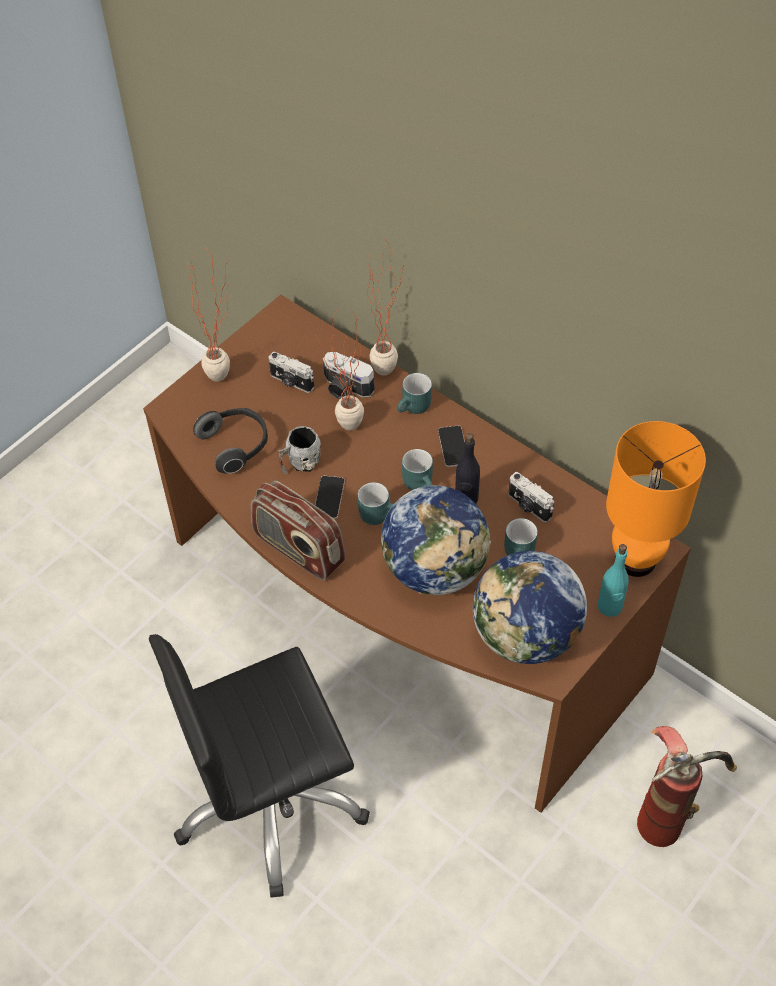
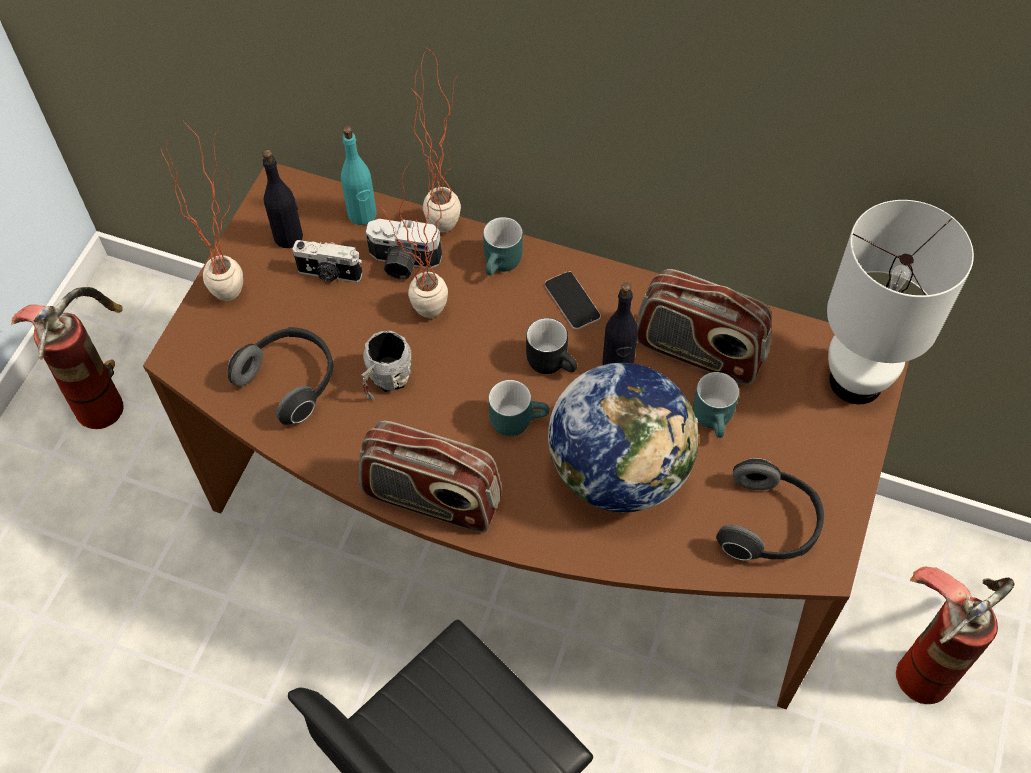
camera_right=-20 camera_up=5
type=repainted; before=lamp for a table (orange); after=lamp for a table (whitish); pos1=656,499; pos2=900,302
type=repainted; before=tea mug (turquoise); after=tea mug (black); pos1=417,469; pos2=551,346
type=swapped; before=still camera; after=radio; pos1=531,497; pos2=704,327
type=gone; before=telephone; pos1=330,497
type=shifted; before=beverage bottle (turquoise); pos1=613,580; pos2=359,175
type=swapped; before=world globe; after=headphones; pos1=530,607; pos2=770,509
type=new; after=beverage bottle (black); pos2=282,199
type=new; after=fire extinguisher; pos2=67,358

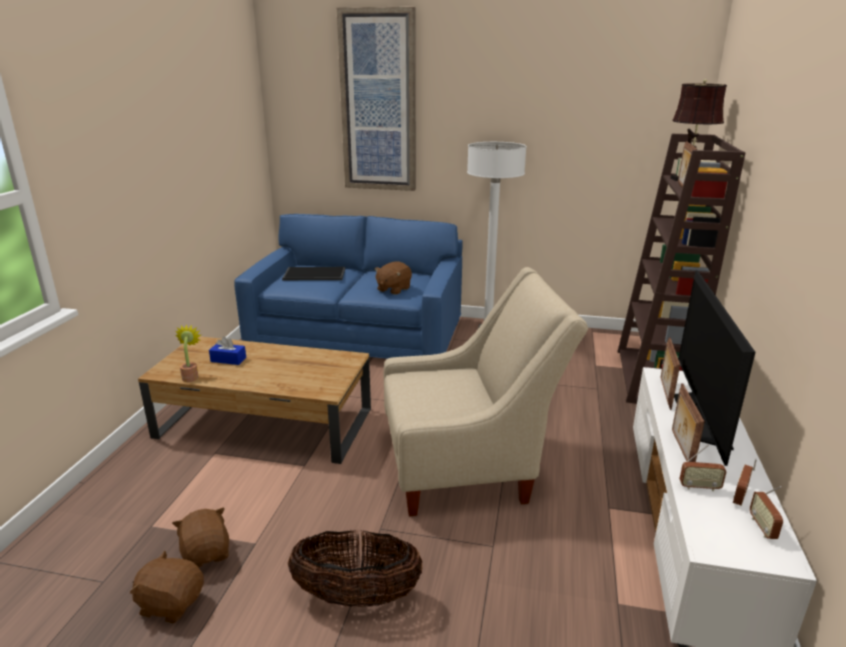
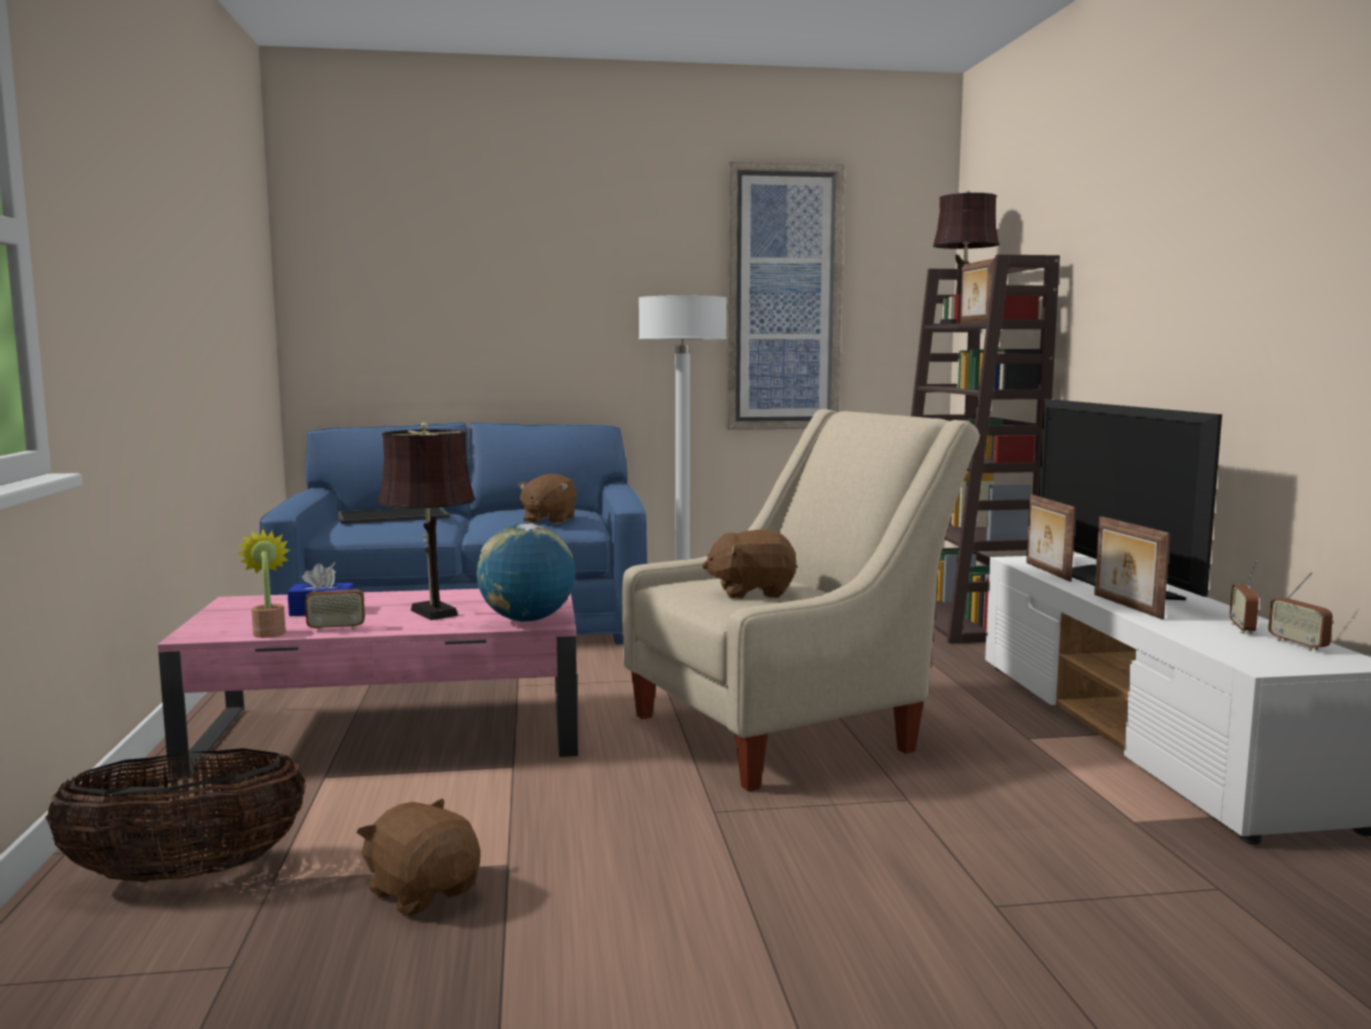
camera_right=-20 camera_up=-15
type=shifted; before=wall picture; pos1=376,99; pos2=785,295
type=repainted; before=low table (brownish); after=low table (pink); pos1=254,400; pos2=368,683
type=shifted; before=radio; pos1=702,468; pos2=335,597
type=shifted; before=basket; pos1=355,568; pos2=175,815
type=shifted; before=plush toy (brownish); pos1=167,587; pos2=749,564
type=new; after=lamp for a table (brownish); pos2=426,521
type=new; after=world globe; pos2=525,572

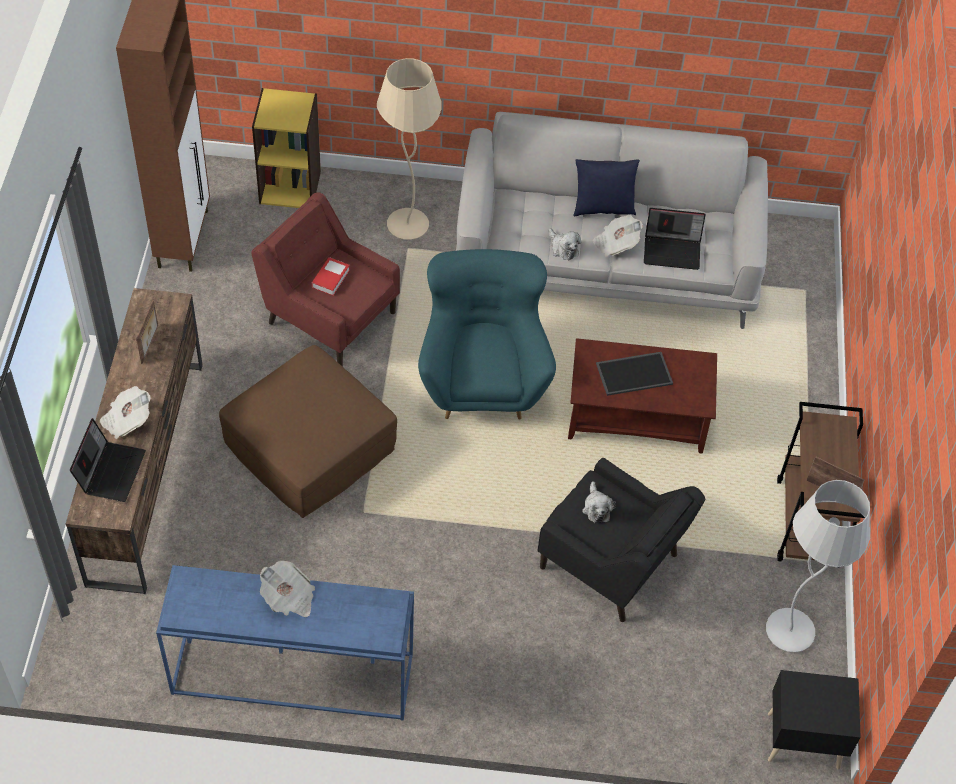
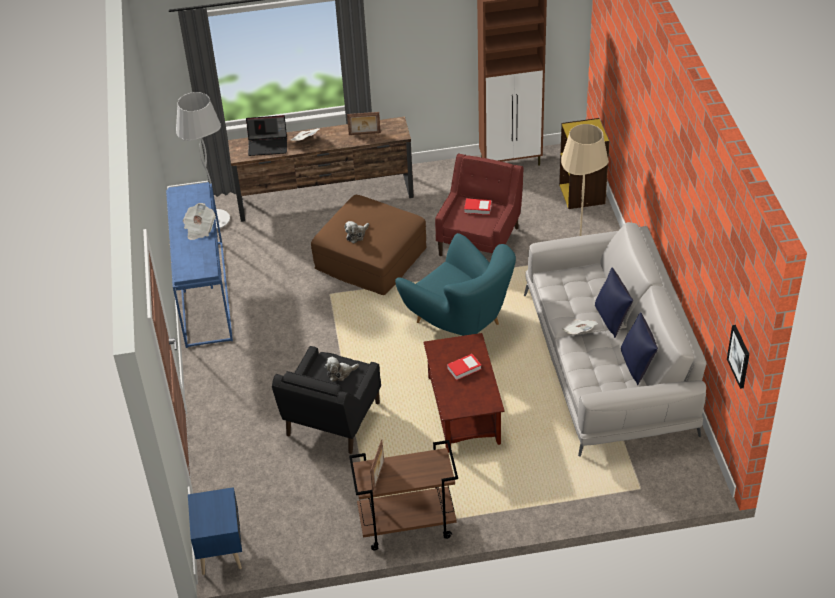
camera_right=80 camera_up=-10
type=gone; before=laptop; pos1=675,239
type=shifted; before=plush toy; pos1=565,244; pos2=356,232
type=rotated; before=armchair (turquoise); pos1=487,334; pos2=455,284; turn=60
type=swapped; before=carrying tray; after=book; pos1=634,374; pos2=464,367
type=shifted; before=standard lamp (whitish); pos1=818,566; pos2=203,160
type=repainted; before=bedside table (black); after=bedside table (bluish); pos1=814,720; pos2=215,531
type=new; after=throw pillow (bluish); pos2=639,348
type=new; after=wall picture; pos2=738,357

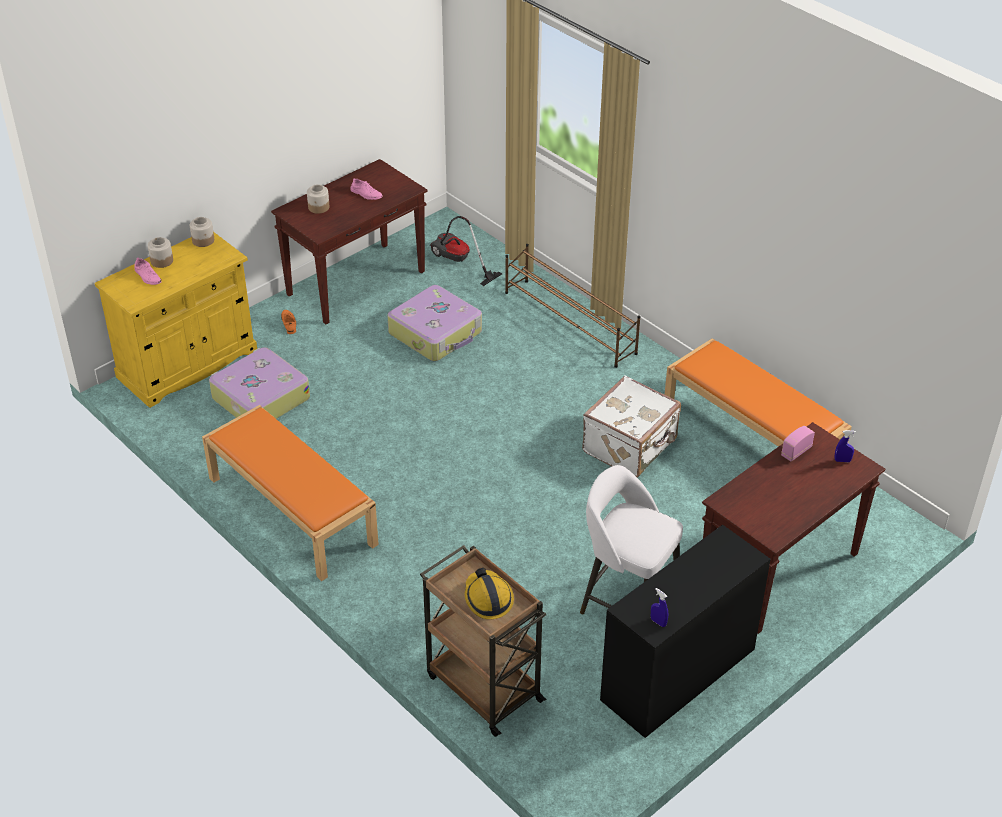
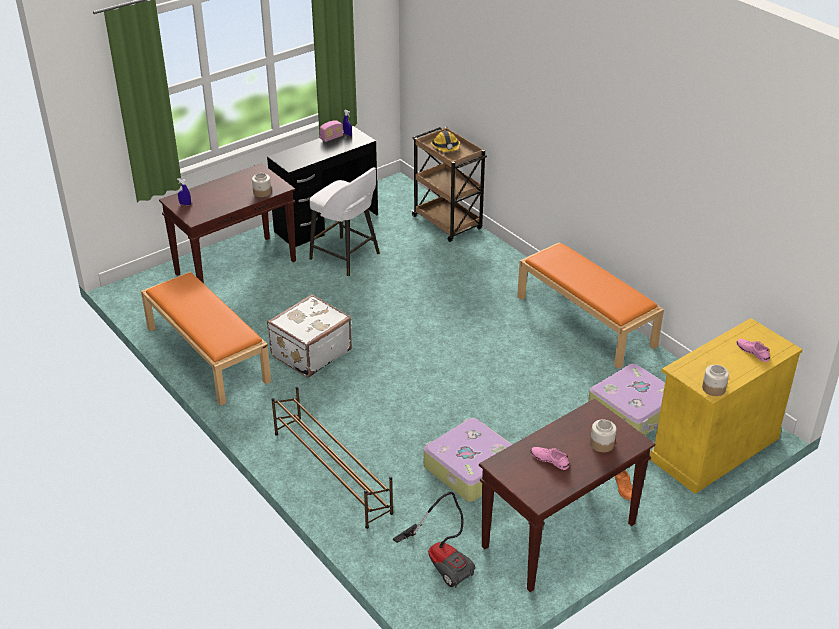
camera_right=-175 camera_up=-5
type=shifted; before=preserve jar; pos1=160,252; pos2=261,185
type=shifted; before=radio; pos1=798,444; pos2=331,131

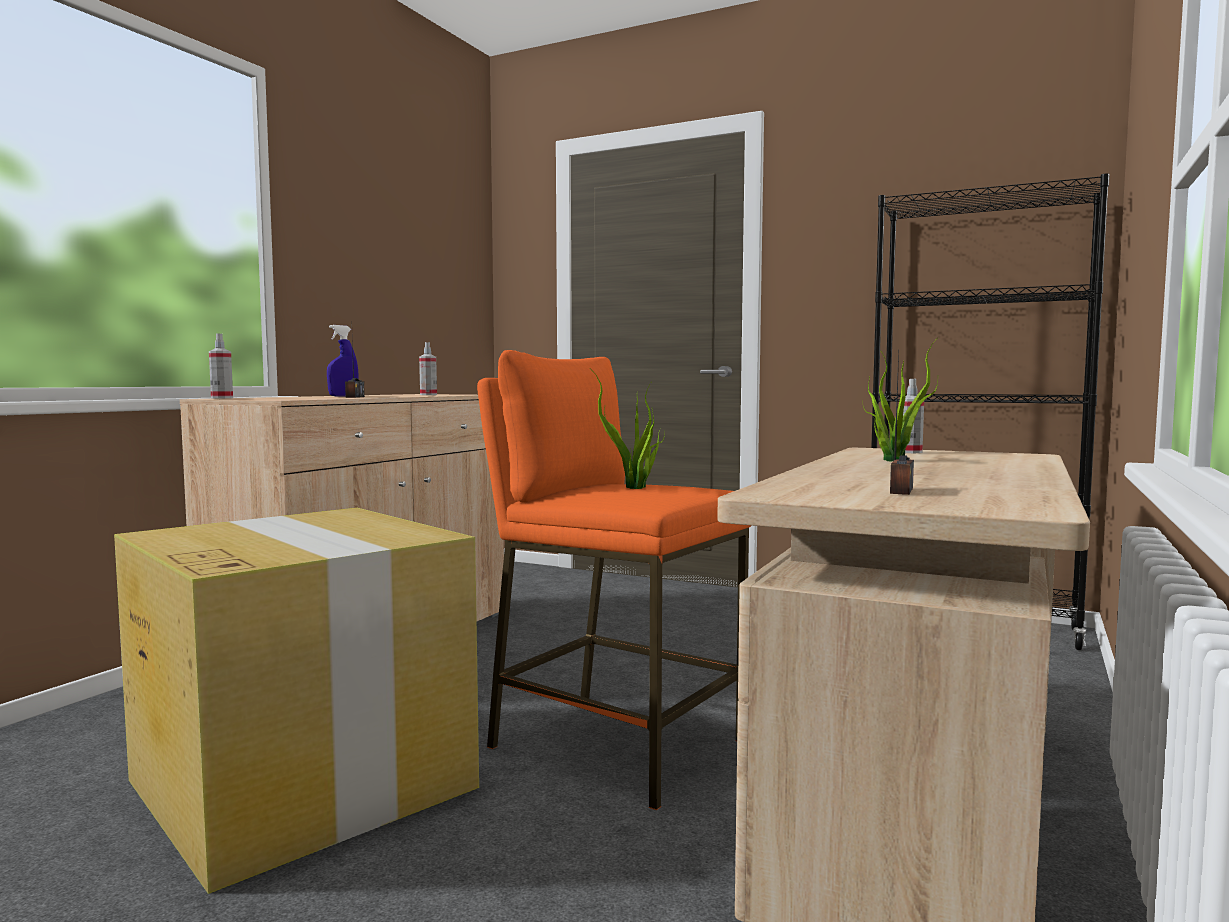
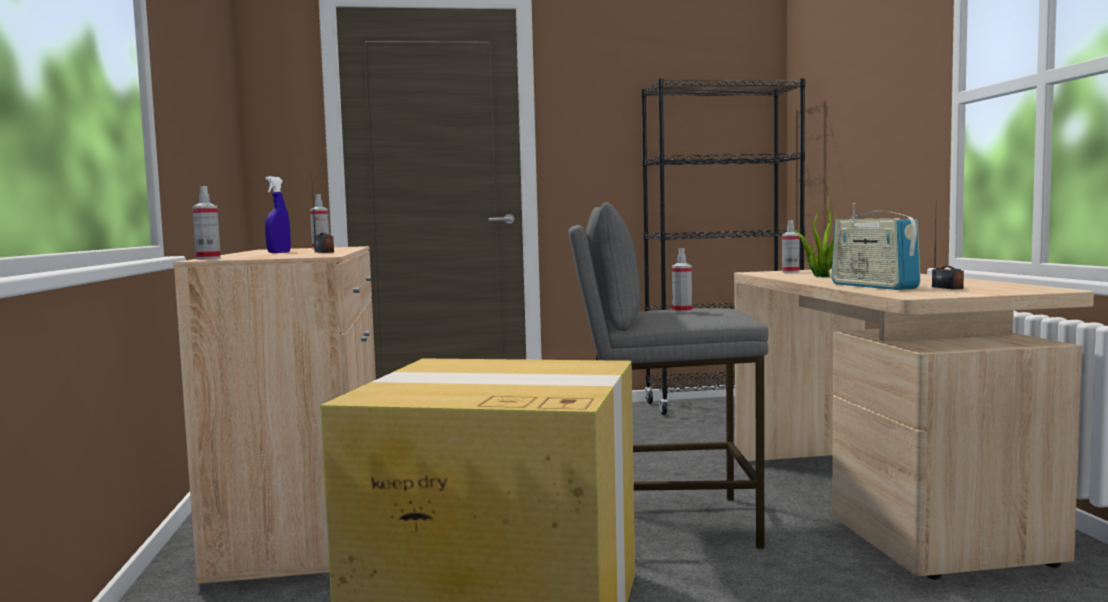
camera_right=-35 camera_up=0
type=repainted; before=stool (orange); after=stool (grey); pos1=614,580; pos2=668,375
type=swapped; before=houseplant; after=hand sprayer; pos1=627,428; pos2=682,280
type=new; after=radio; pos2=876,246

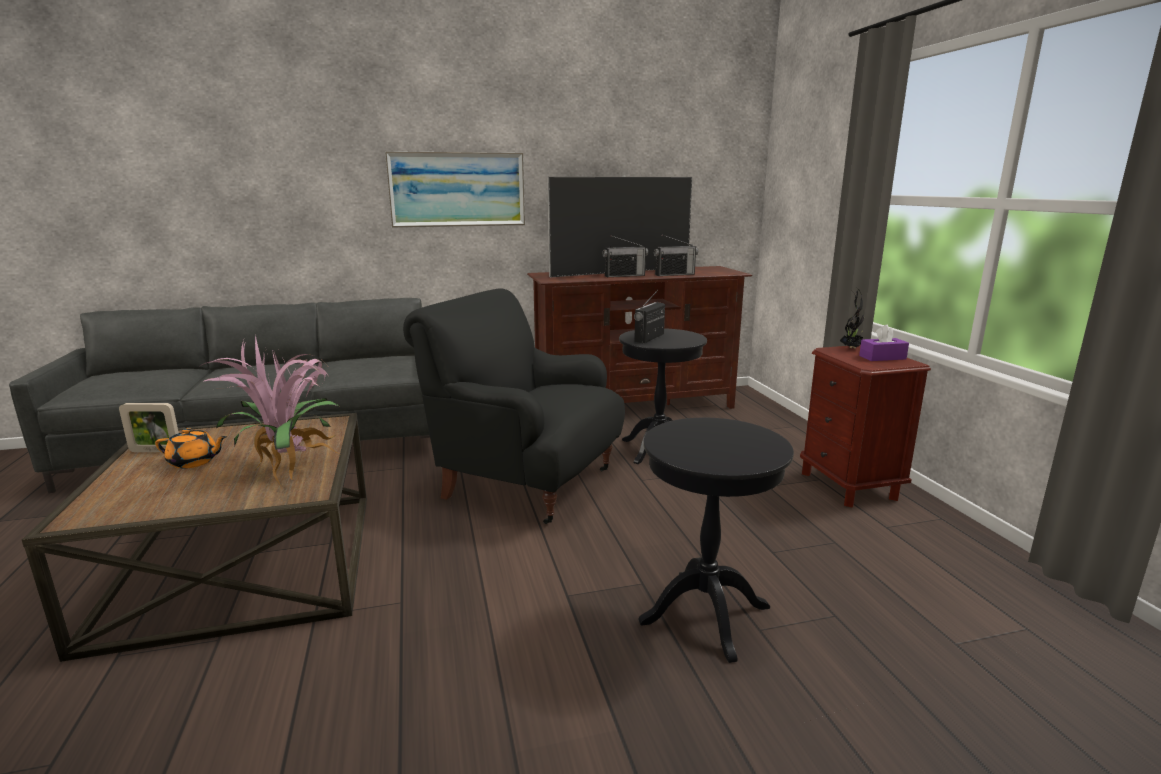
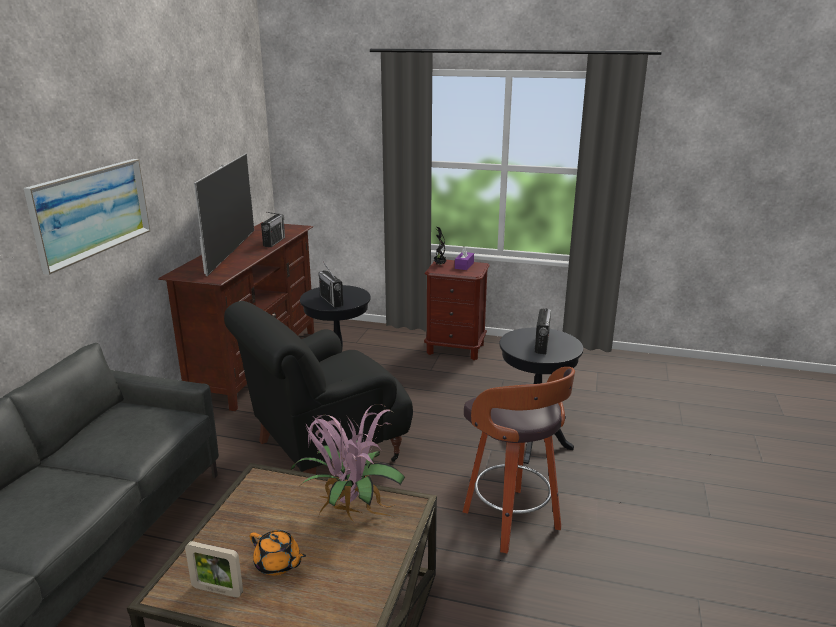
camera_right=-60 camera_up=5
type=shifted; before=radio; pos1=625,256; pos2=543,331
type=rotated; before=photo frame; pos1=149,427; pos2=214,569; turn=75
type=rotated; before=tea pot (orange); pos1=191,448; pos2=278,552; turn=90
type=new; after=stool; pos2=519,460

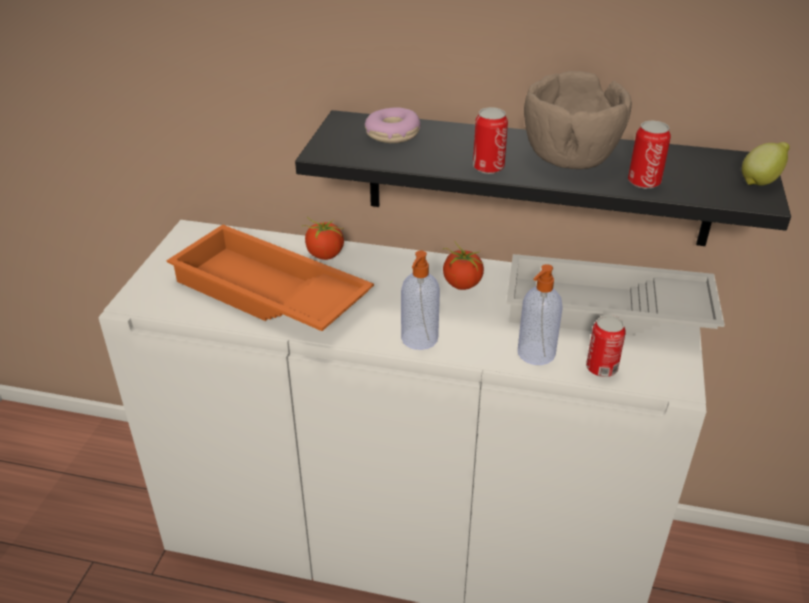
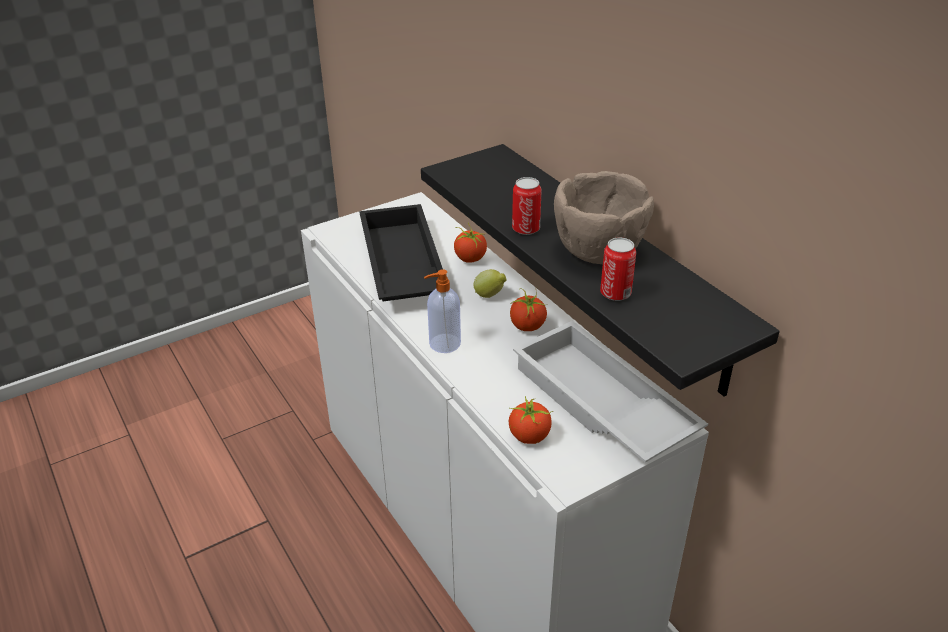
camera_right=45 camera_up=0
type=gone; before=doughnut; pos1=393,125
type=shifted; before=whole lemon; pos1=766,164; pos2=490,283
type=repainted; before=carrying tray (orange); after=carrying tray (black); pos1=270,277; pos2=401,252
type=gone; before=soap dispenser; pos1=540,314
type=swapped; before=sealed can; after=fresh tomato; pos1=606,346; pos2=531,420

